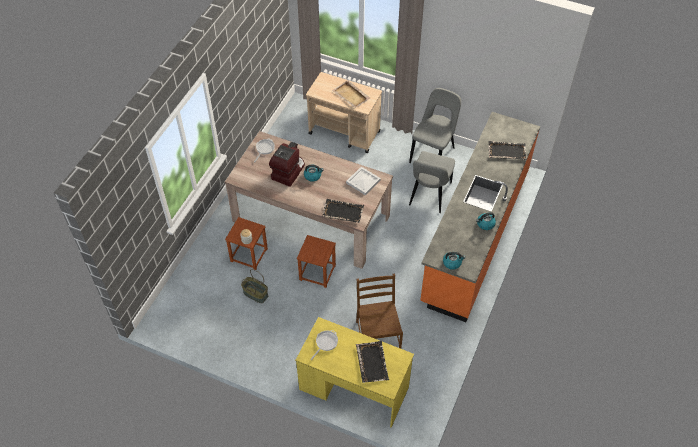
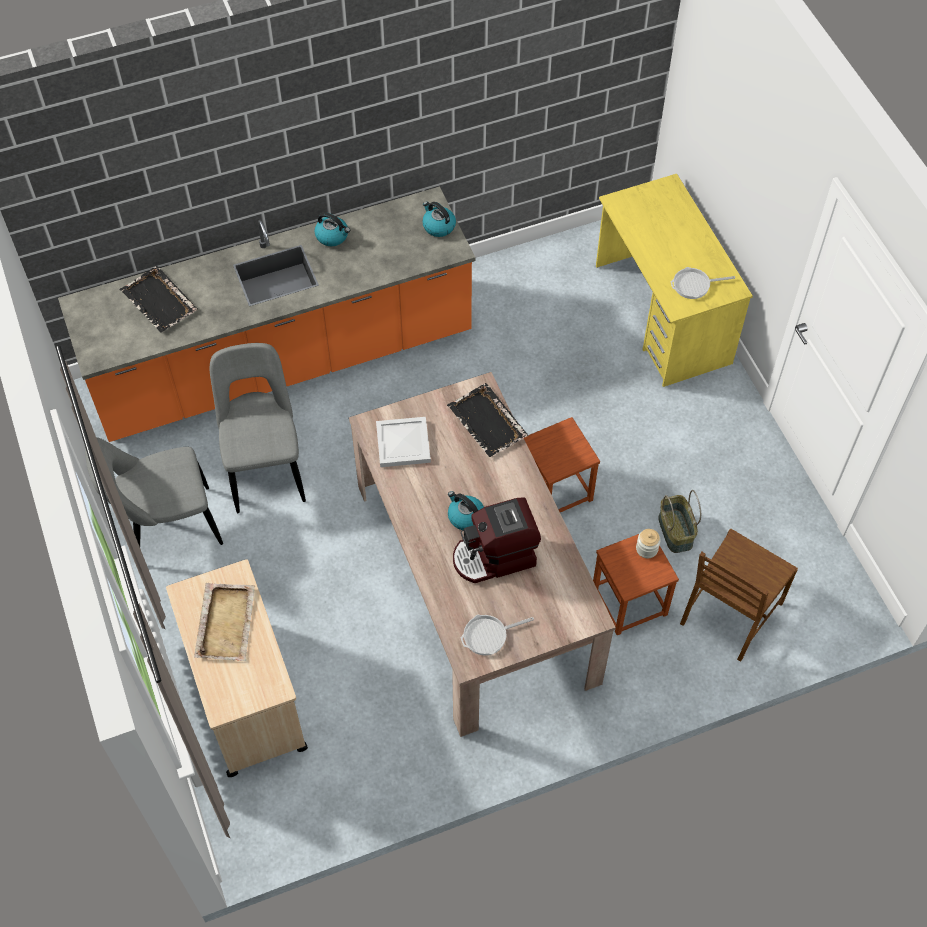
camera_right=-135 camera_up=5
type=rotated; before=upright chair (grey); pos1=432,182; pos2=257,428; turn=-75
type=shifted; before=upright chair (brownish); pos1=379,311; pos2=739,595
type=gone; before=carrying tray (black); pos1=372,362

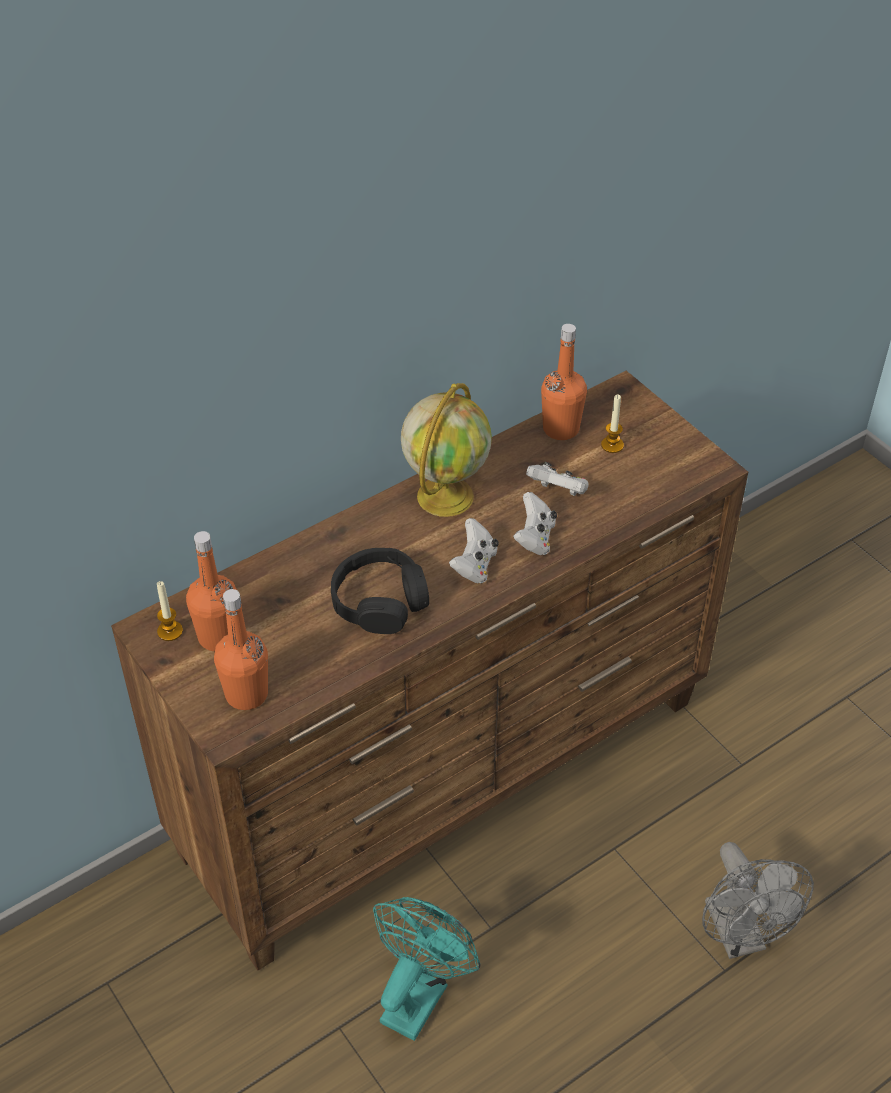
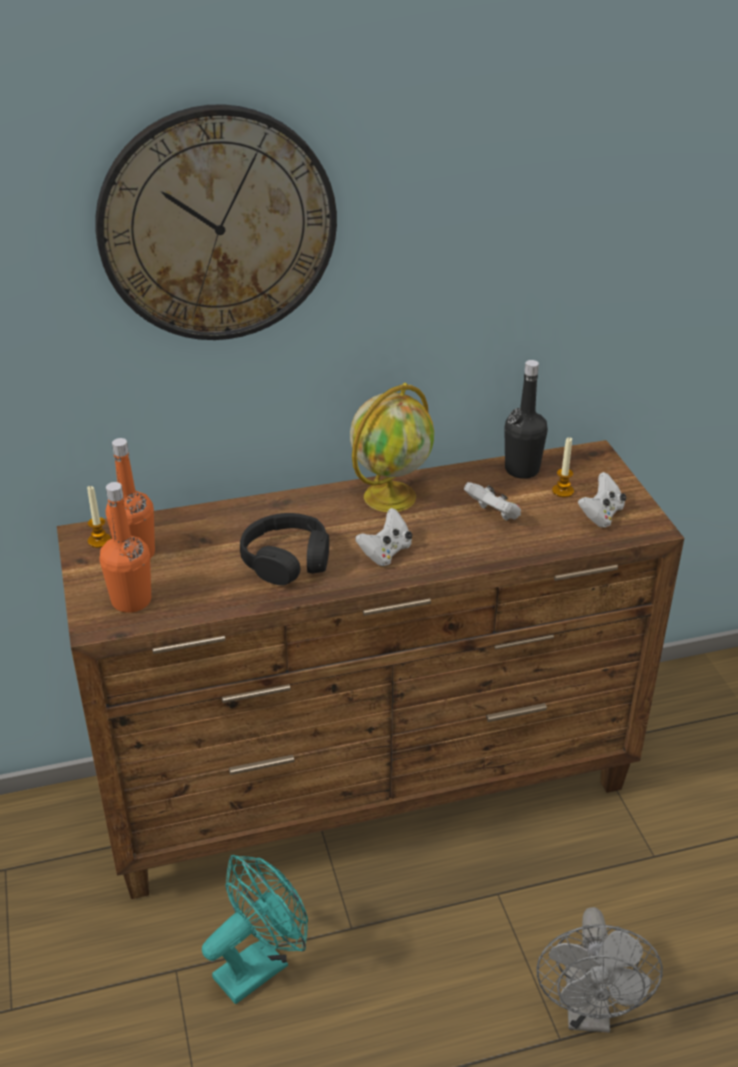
camera_right=20 camera_up=-10
type=repainted; before=beverage bottle (orange); after=beverage bottle (black); pos1=564,382; pos2=526,419
type=shifted; before=gamepad (whitish); pos1=535,523; pos2=602,500
type=new; after=clock on the wall; pos2=216,222

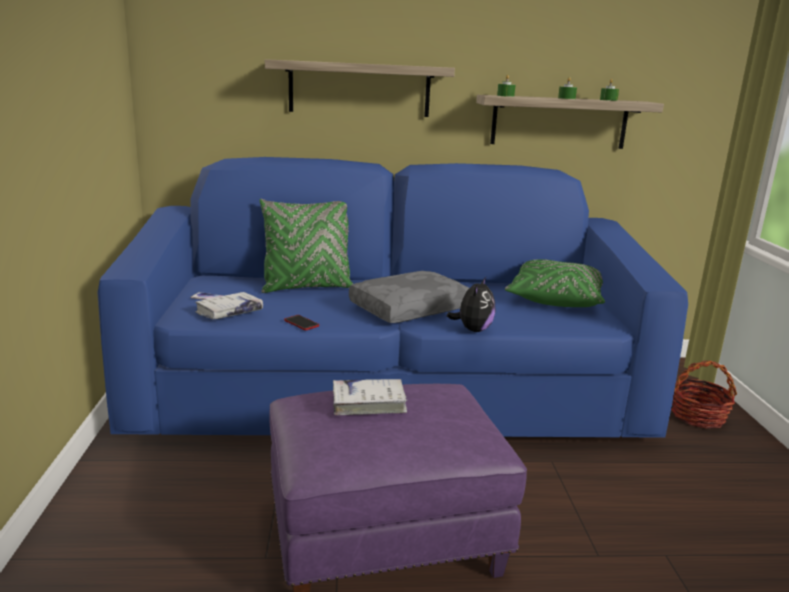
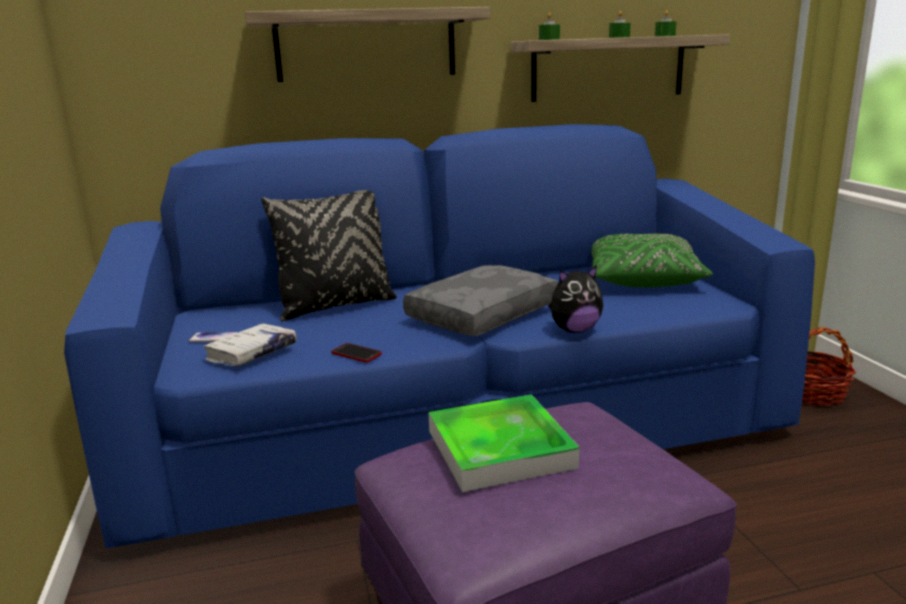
camera_right=-10 camera_up=0
type=repainted; before=throw pillow (green); after=throw pillow (black); pos1=306,246; pos2=329,255
type=rotated; before=plush toy; pos1=471,304; pos2=575,299; turn=60
type=swapped; before=book (whitish); after=carrying tray; pos1=370,397; pos2=503,443

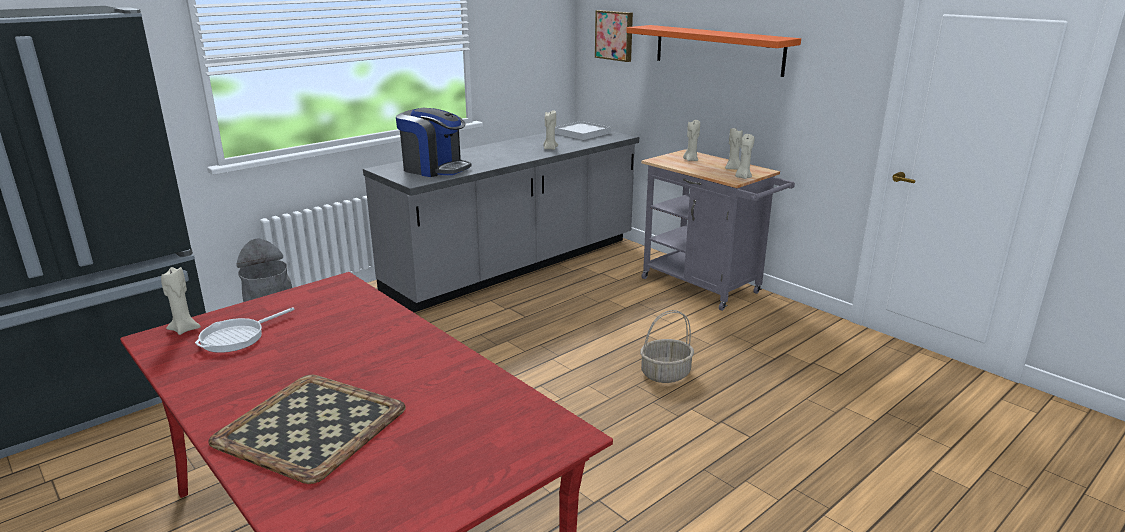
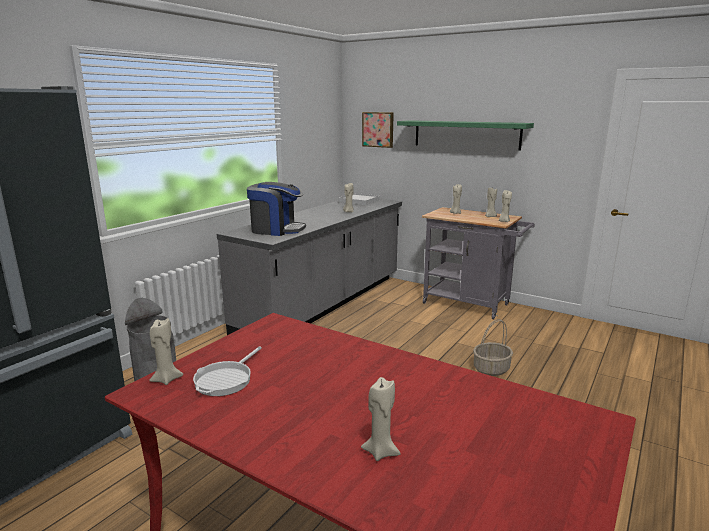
camera_right=-15 camera_up=-5
type=repainted; before=wall shelf (orange); after=wall shelf (green); pos1=713,51; pos2=465,135
type=swapped; before=carrying tray; after=wax candle (beige); pos1=307,429; pos2=381,419

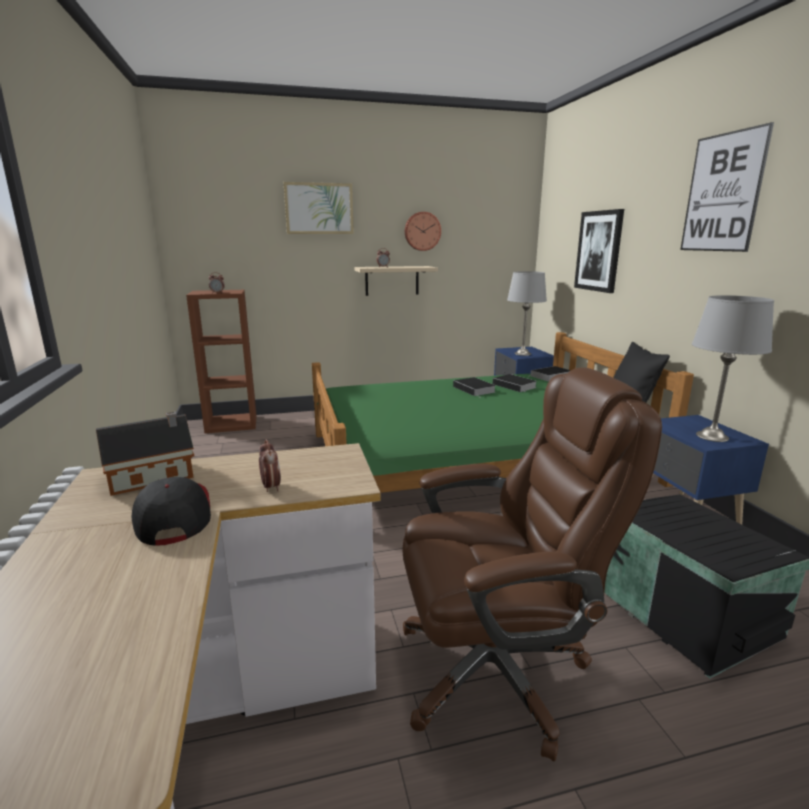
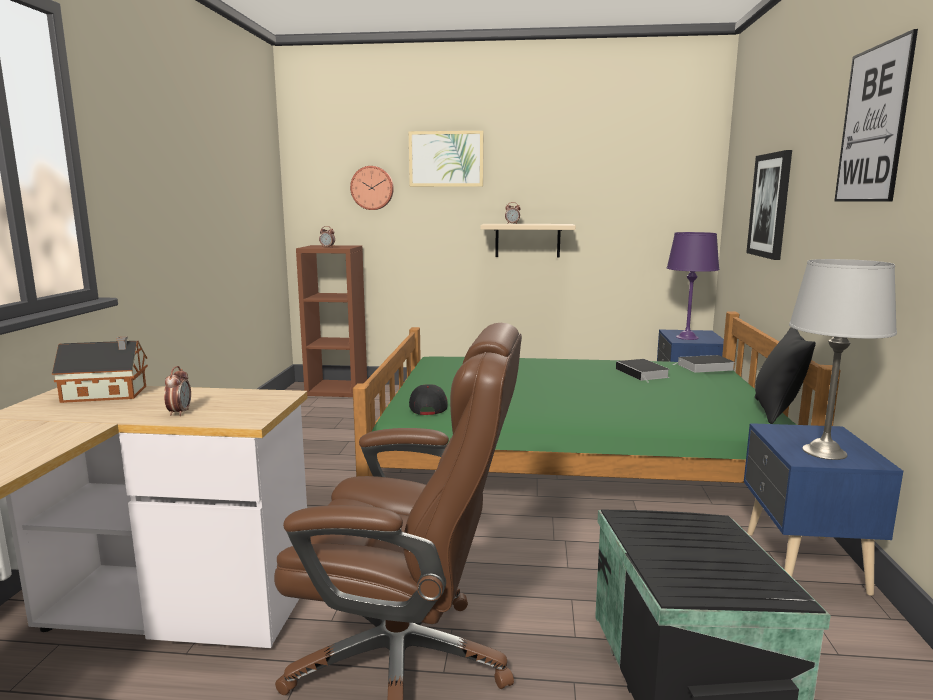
camera_right=20 camera_up=-5
type=shifted; before=clock on the wall; pos1=423,231; pos2=372,188
type=repainted; before=lamp for a table (grey); after=lamp for a table (purplish); pos1=527,313; pos2=693,286
type=gone; before=book; pos1=474,386
type=shifted; before=baseball cap; pos1=171,511; pos2=428,399

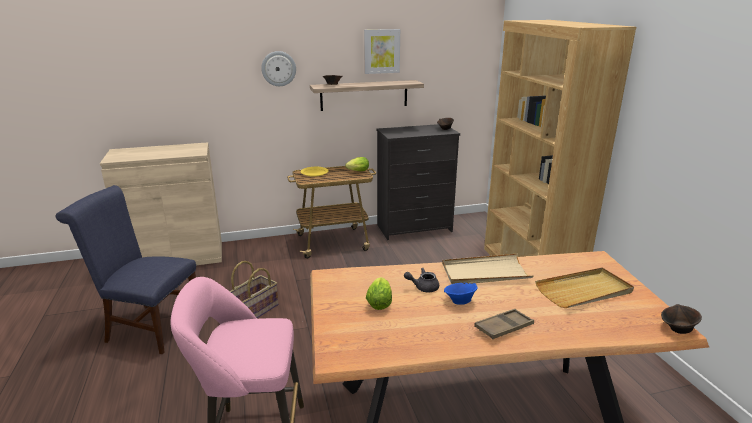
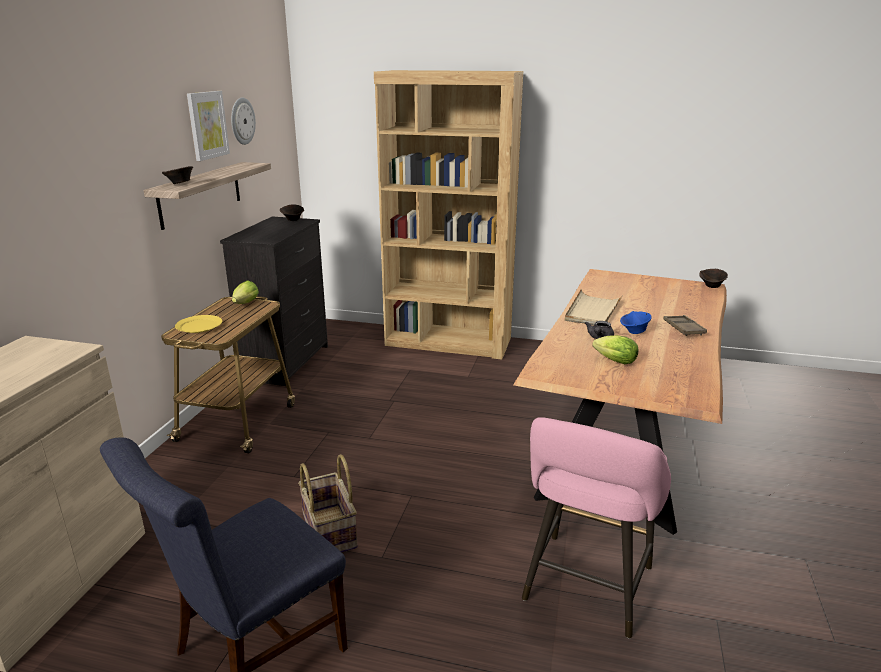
camera_right=-60 camera_up=0
type=shifted; before=clock on the wall; pos1=278,68; pos2=243,121
type=gone; before=carrying tray (beige); pos1=584,287

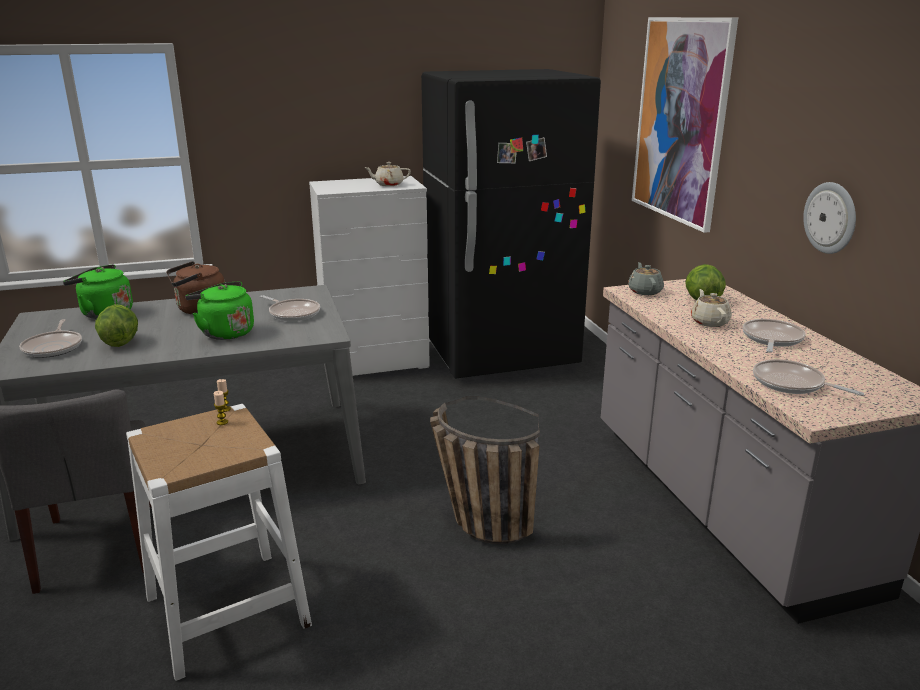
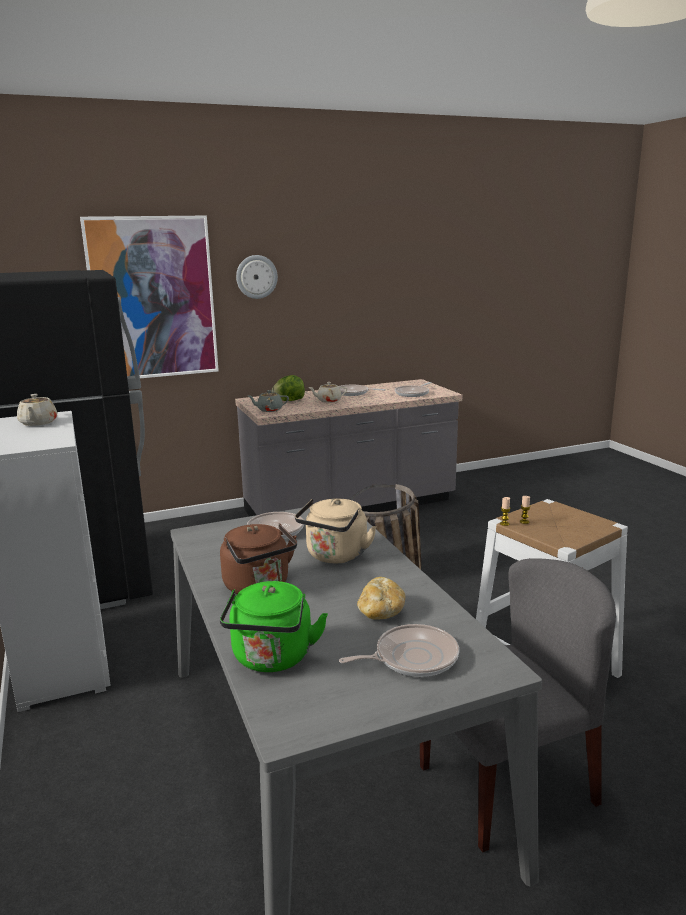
camera_right=-95 camera_up=-5
type=shifted; before=clock on the wall; pos1=829,218; pos2=257,277
type=repainted; before=kettle (green); after=kettle (beige); pos1=219,310; pos2=335,531
type=swapped; before=lettuce head; after=baked bread; pos1=116,325; pos2=381,598

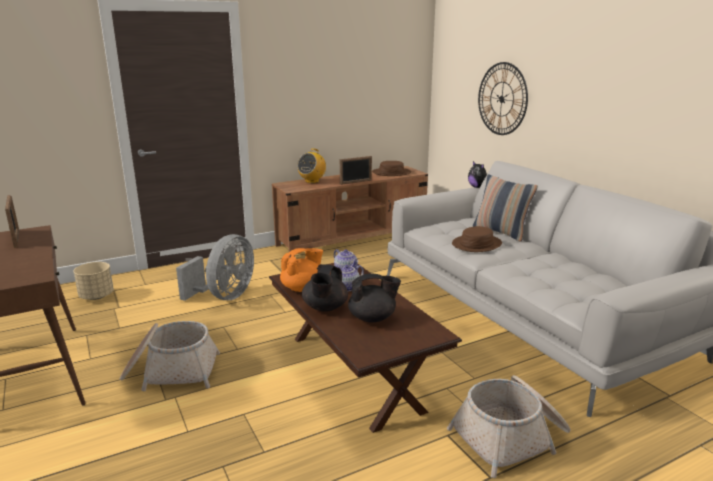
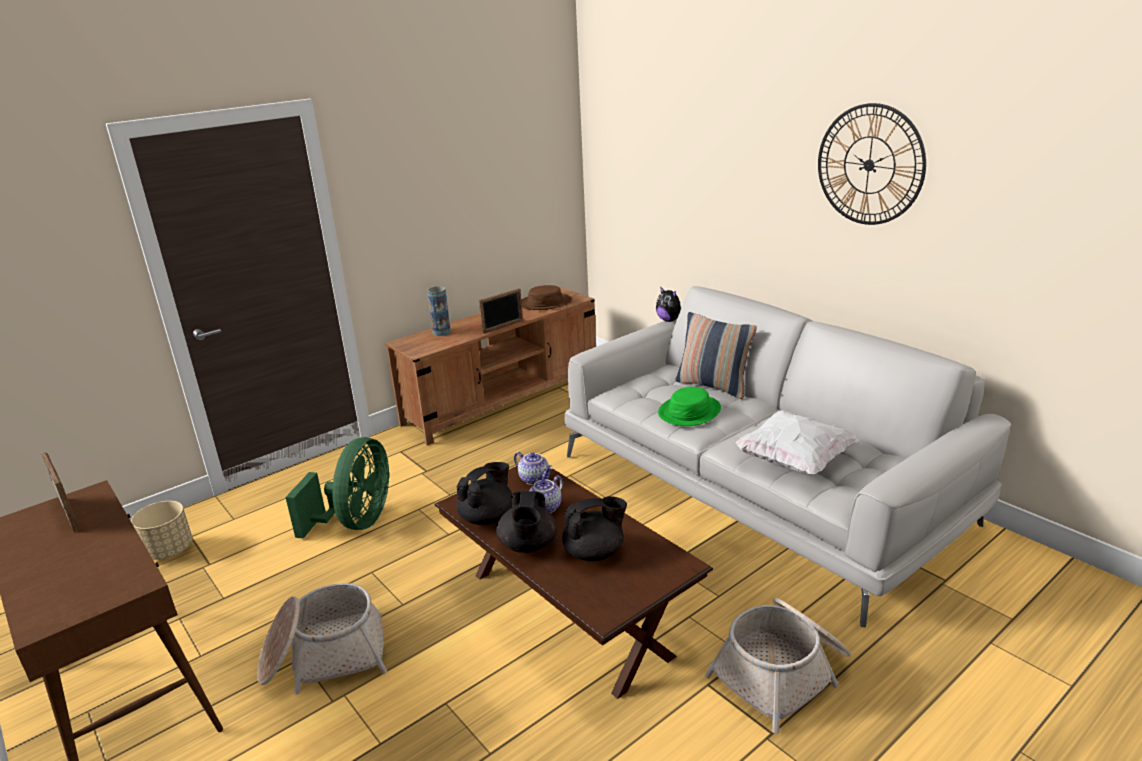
camera_right=-10 camera_up=5
type=shifted; before=clock on the wall; pos1=503,98; pos2=872,164
type=swapped; before=radio; after=vase; pos1=311,165; pos2=439,311
type=repainted; before=clothing hat (brownish); after=clothing hat (green); pos1=477,239; pos2=689,406
type=repainted; before=fan (grey); after=fan (green); pos1=215,267; pos2=337,487
type=repainted; before=tea pot (orange); after=tea pot (black); pos1=301,270; pos2=484,493
type=new; after=throw pillow (whitish); pos2=796,442

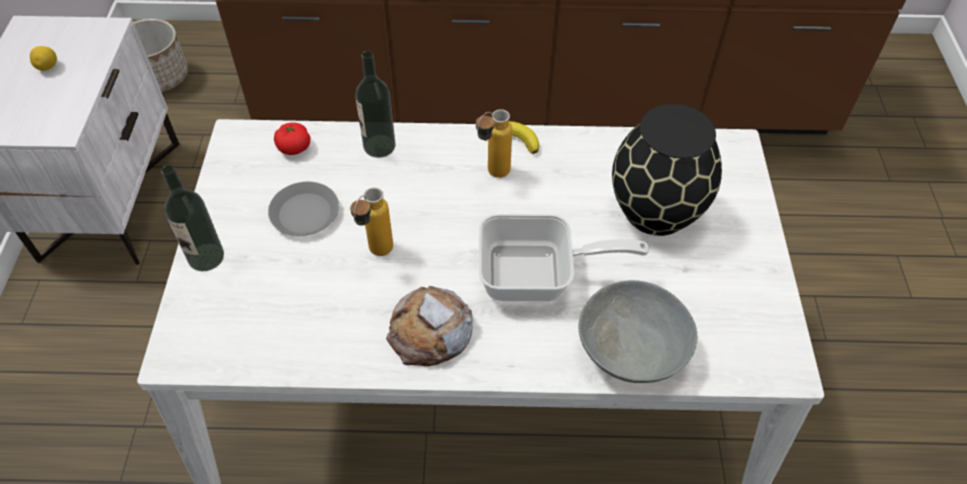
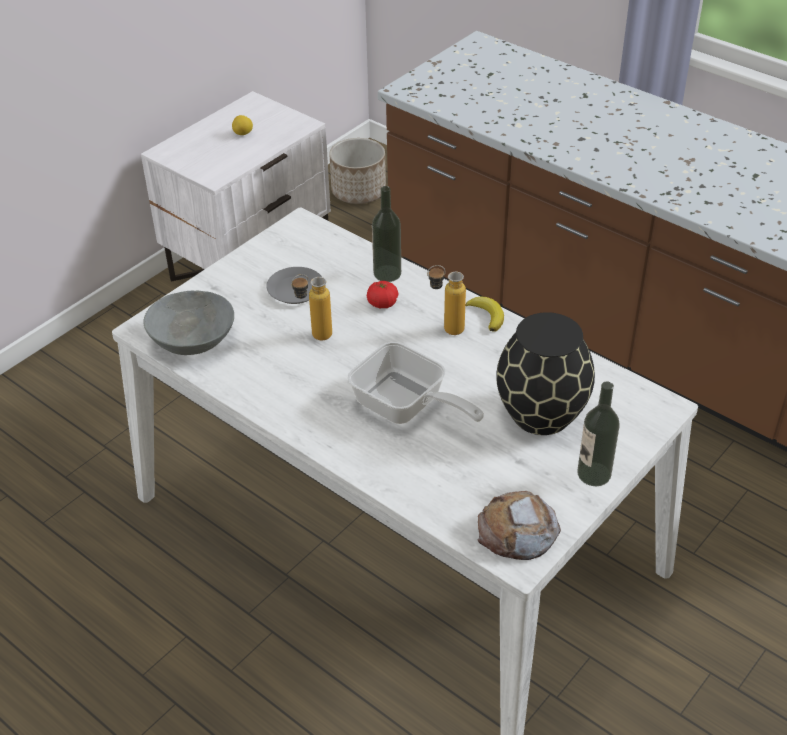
camera_right=40 camera_up=-10
type=shifted; before=fresh tomato; pos1=292,139; pos2=382,294
type=shifted; before=beverage bottle; pos1=192,218; pos2=598,434
type=shifted; before=bowl (grey); pos1=637,331; pos2=188,323
type=shifted; before=baked bread; pos1=429,326; pos2=519,525

